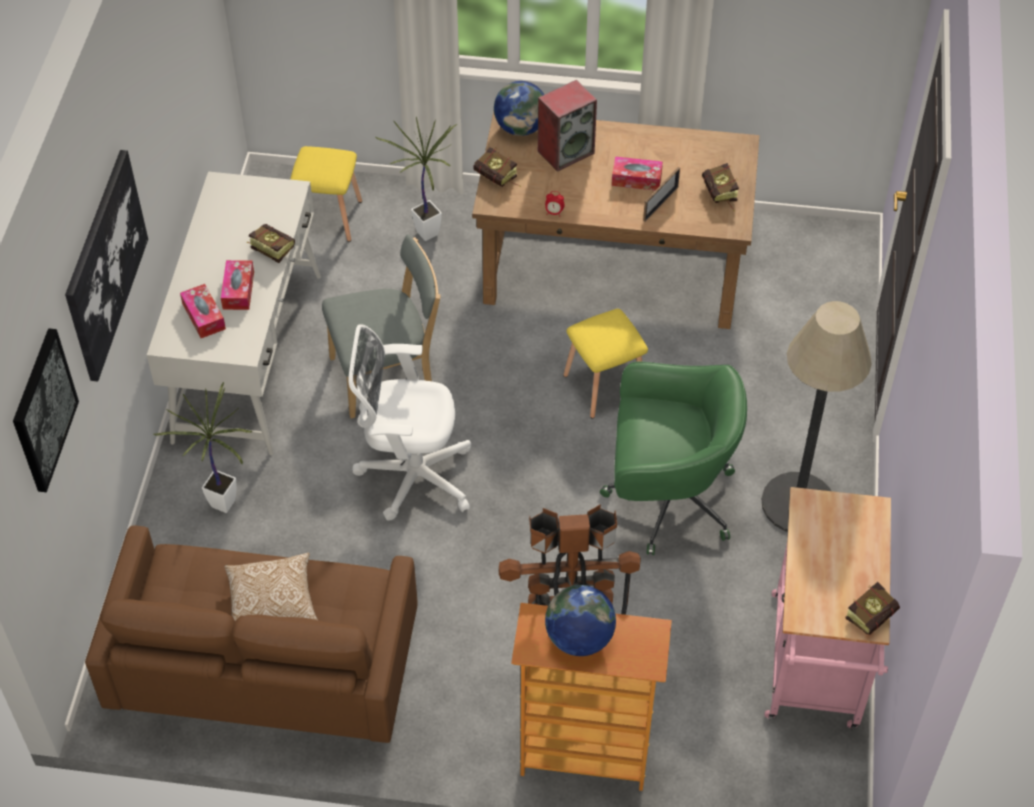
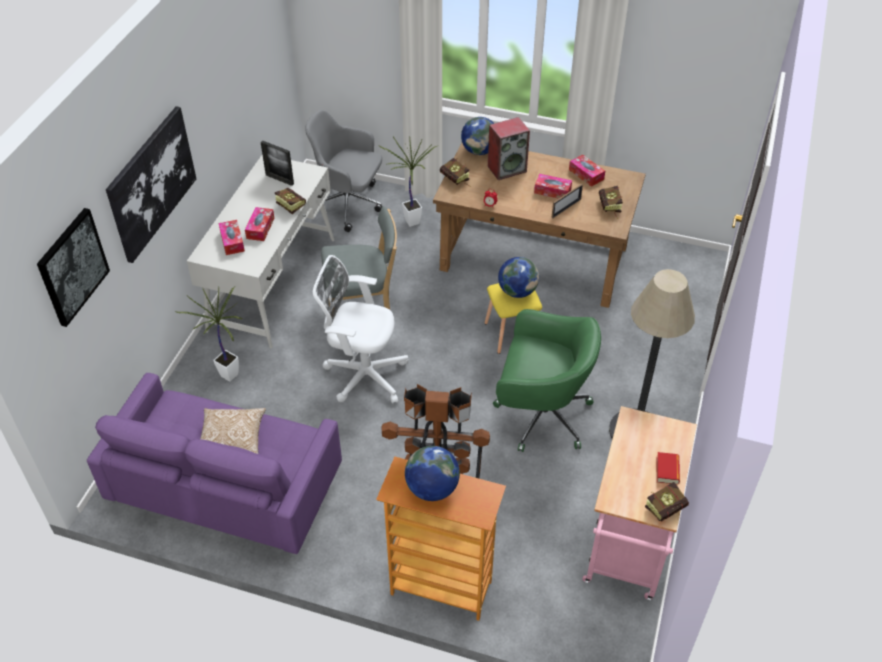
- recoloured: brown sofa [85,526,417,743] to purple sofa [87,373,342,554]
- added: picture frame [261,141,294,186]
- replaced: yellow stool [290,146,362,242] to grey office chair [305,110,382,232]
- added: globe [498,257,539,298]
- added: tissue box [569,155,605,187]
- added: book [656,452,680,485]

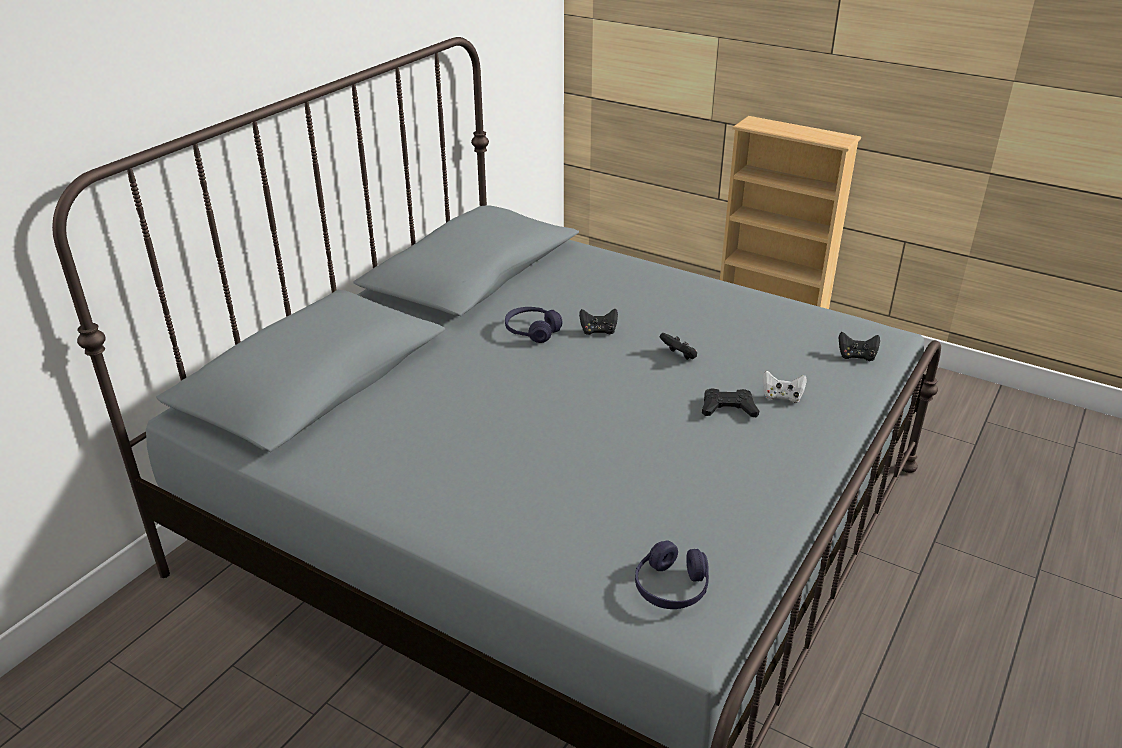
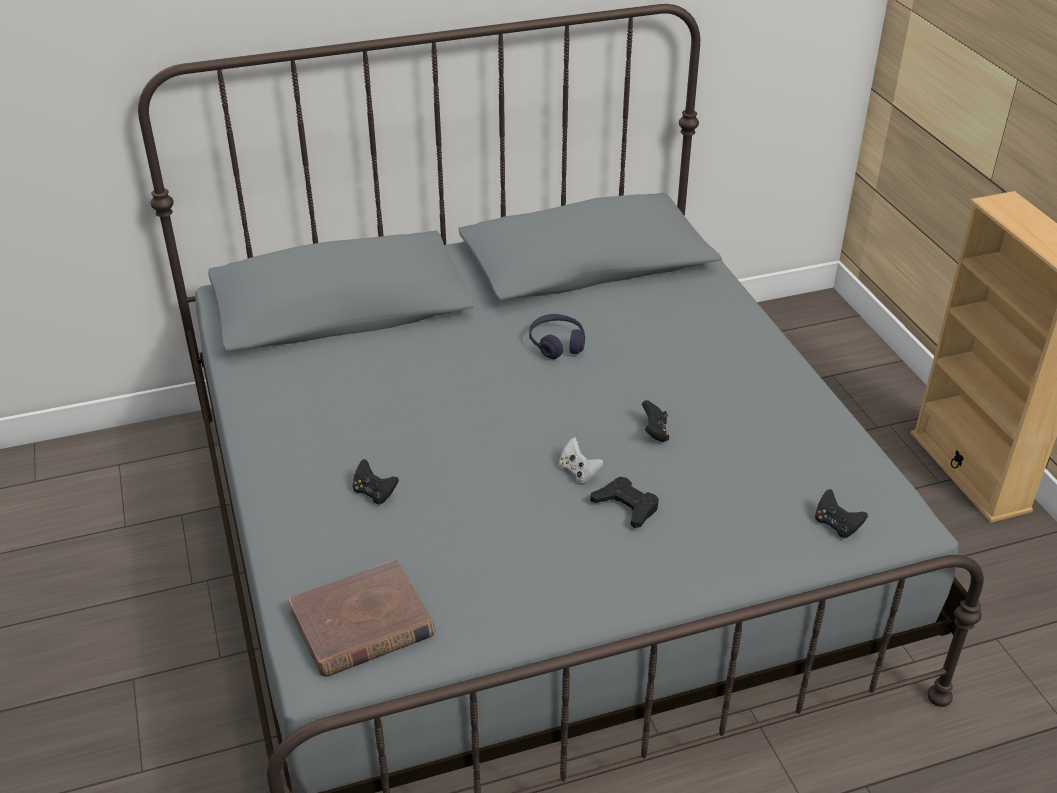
- replaced: purple headphones [635,541,709,609] to brown book [288,560,435,677]
- moved: black game controller [579,309,618,335] to [353,459,399,504]
- moved: white game controller [763,371,807,403] to [559,437,604,483]

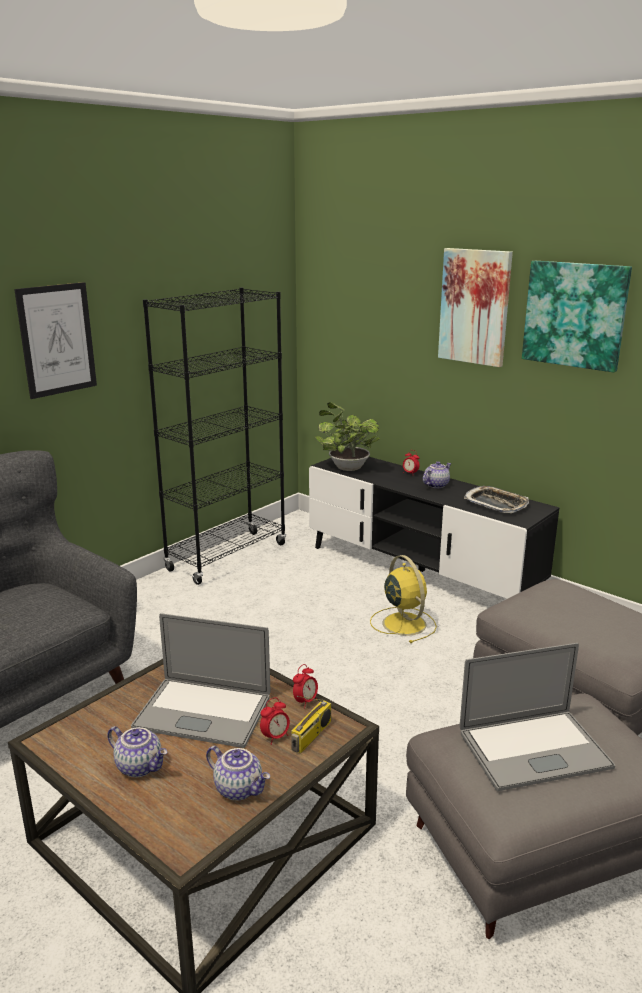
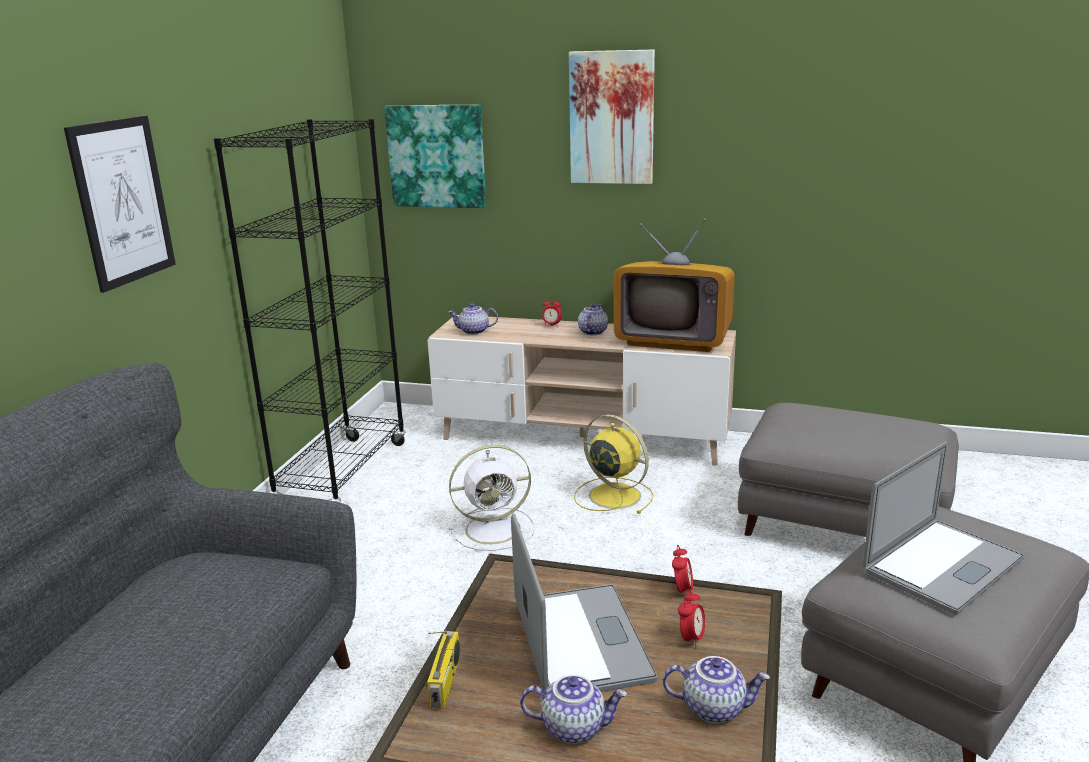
- moved: picture [522,261,632,372] to [384,105,486,208]
- moved: radio [291,696,331,753] to [427,630,460,708]
- recoloured: black tv stand [309,457,559,599] to beige tv stand [428,315,736,466]
- added: white fan [448,445,535,551]
- replaced: potted plant [315,402,380,471] to teapot [449,303,498,335]
- turned: laptop [131,613,270,748] = [511,513,658,692] 90 degrees counterclockwise
- replaced: tray [464,486,529,513] to television [614,218,735,352]

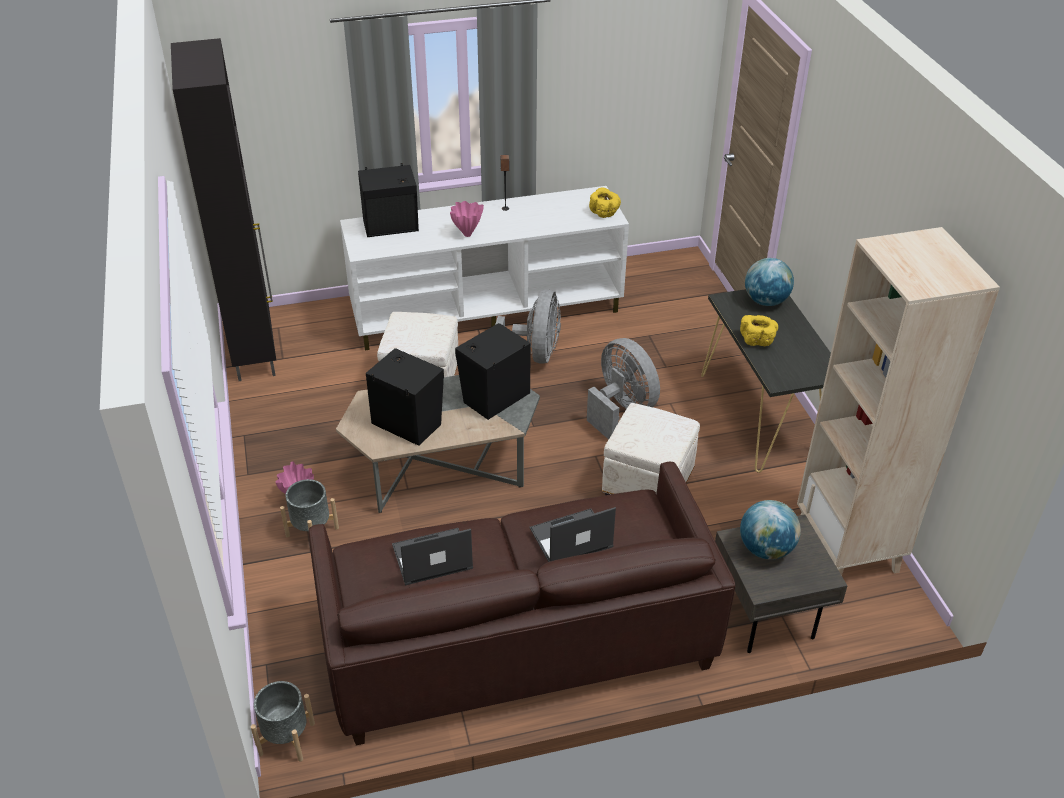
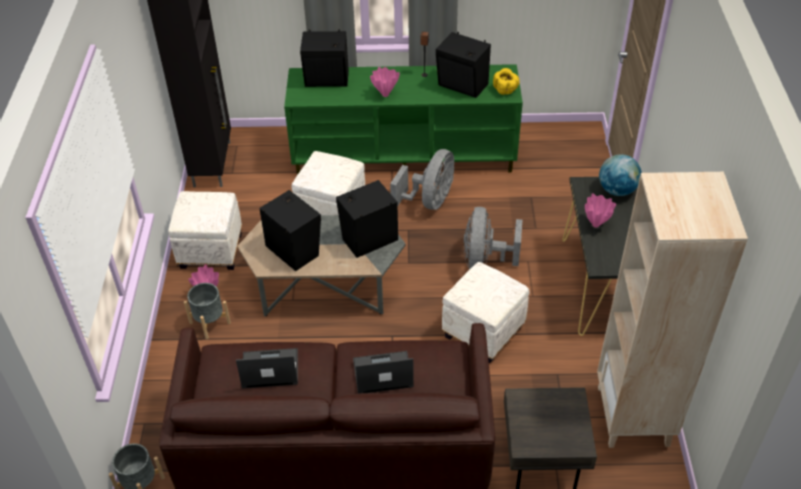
- added: white ottoman [168,191,242,270]
- recoloured: white tv stand [340,186,629,351] to green tv stand [284,64,523,175]
- added: black speaker [436,32,491,98]
- turned: grey fan [587,338,660,440] = [464,207,522,270] 150 degrees counterclockwise
- replaced: yellow bowl [740,315,778,346] to pink vase [585,193,616,228]
- removed: globe [740,500,801,559]

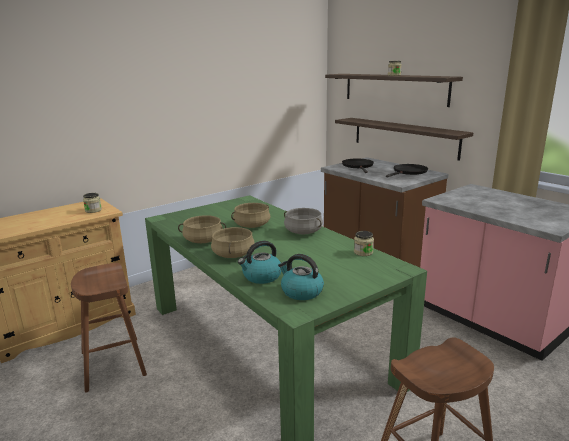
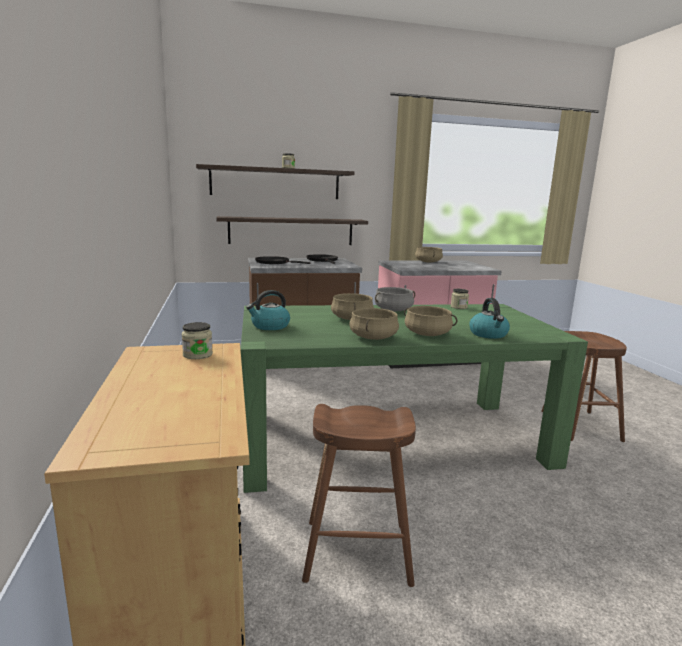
- moved: kettle [278,254,324,300] to [246,290,290,330]
- added: beige cooking pot [415,247,443,263]

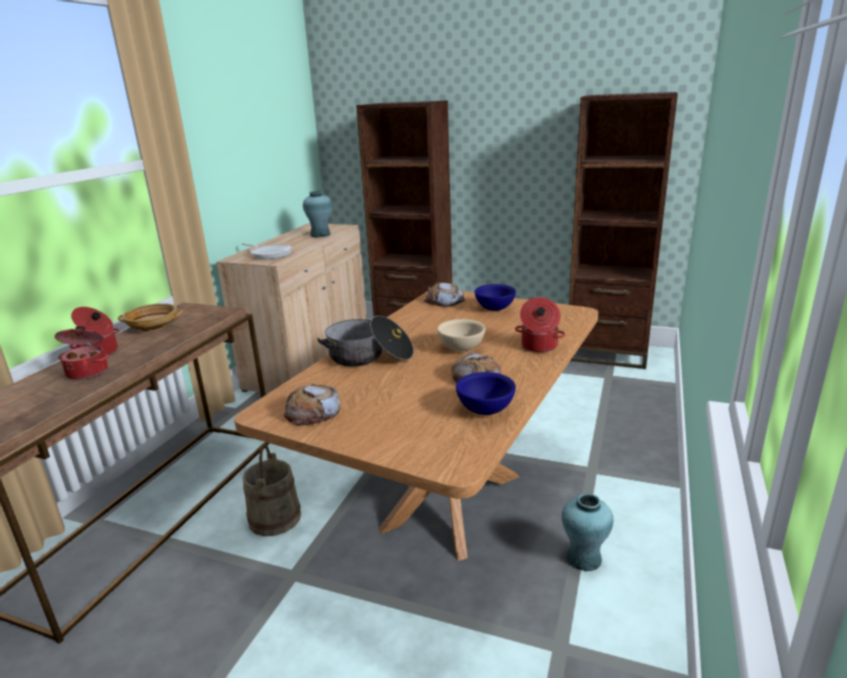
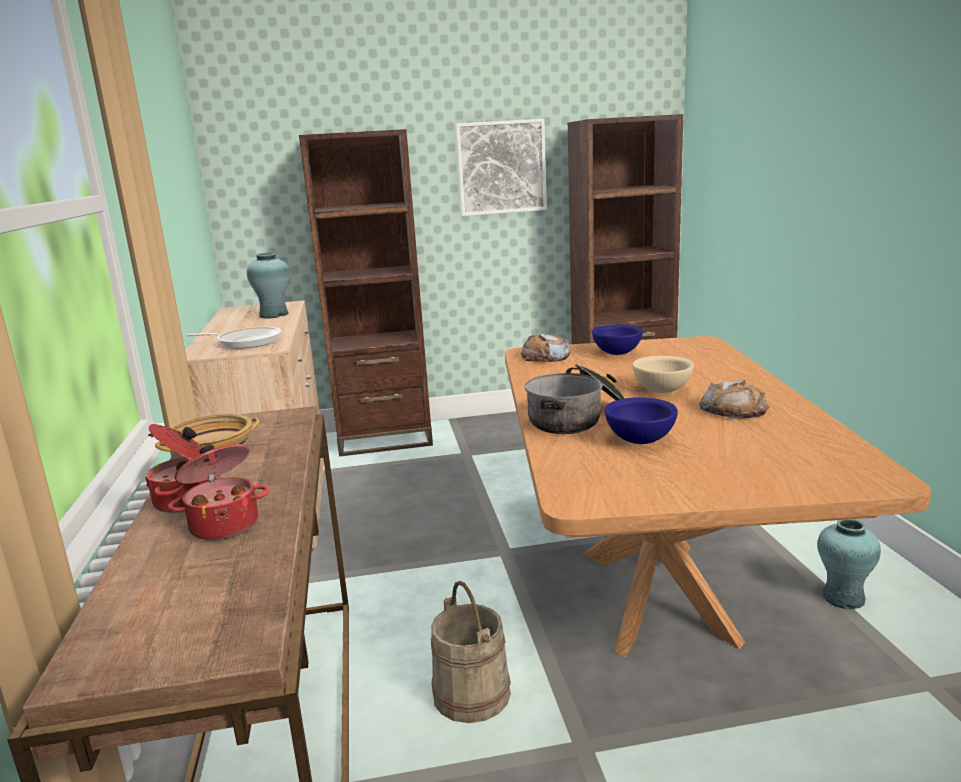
- added: picture [455,119,547,216]
- moved: blue bowl [456,372,516,415] to [605,397,678,444]
- removed: bread [284,384,340,426]
- removed: cooking pot [515,297,565,353]

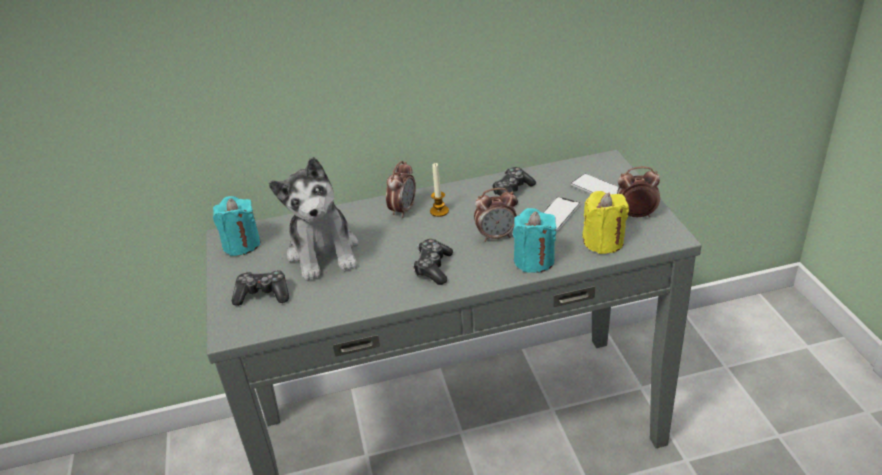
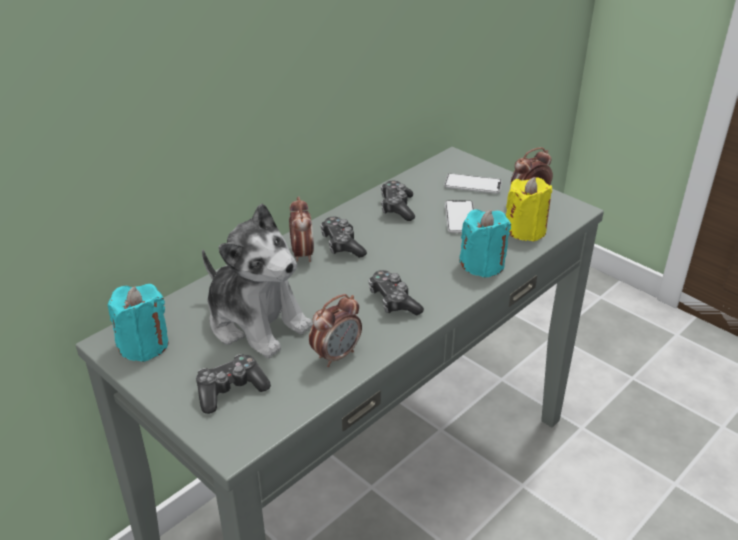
- moved: alarm clock [474,188,517,242] to [309,294,362,367]
- replaced: candle [430,163,449,217] to game controller [320,217,367,258]

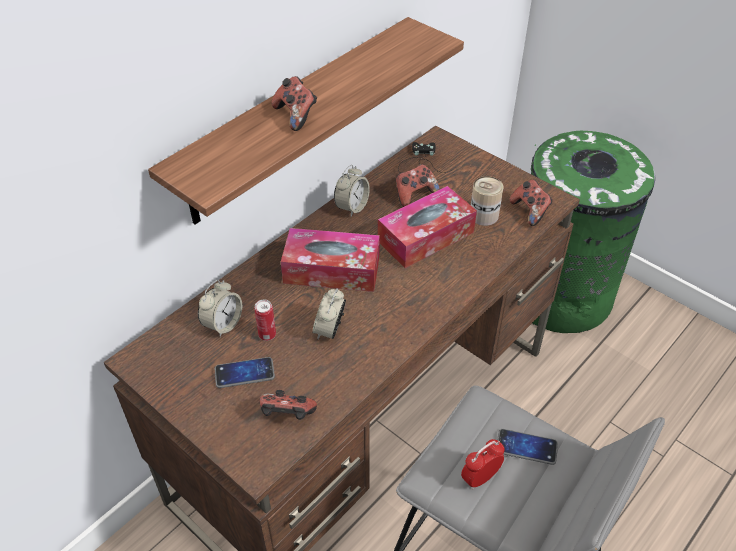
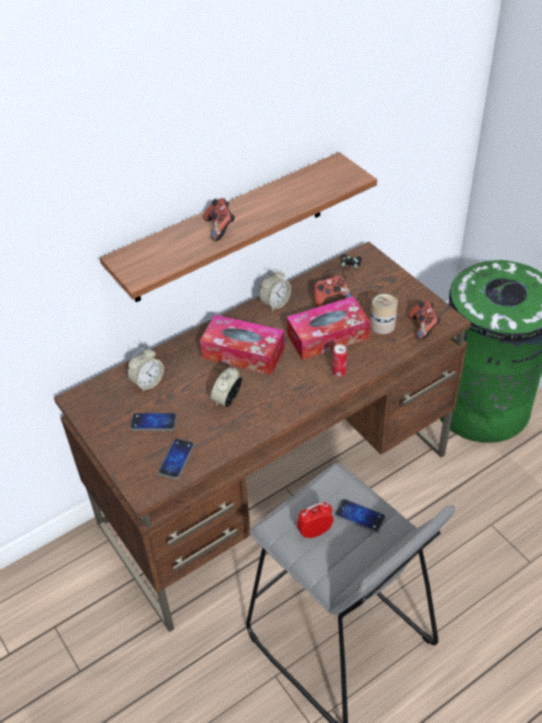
- replaced: game controller [259,390,317,420] to phone [158,438,195,479]
- moved: can [254,299,276,341] to [333,344,347,377]

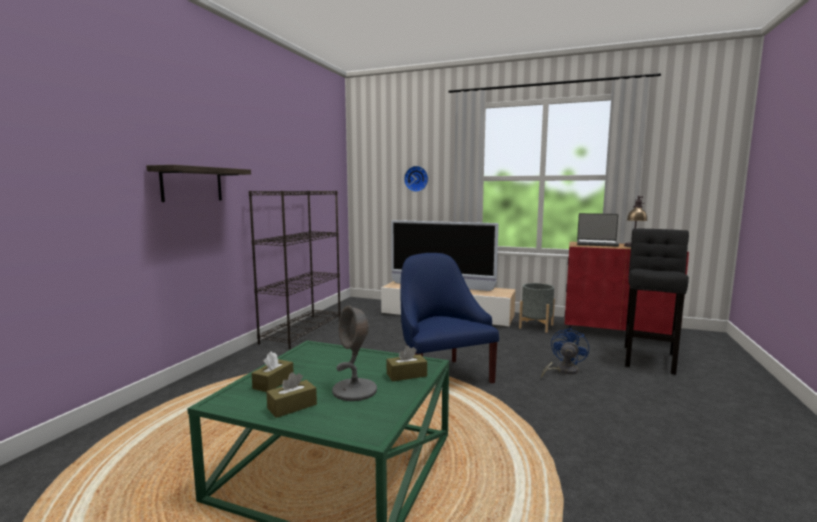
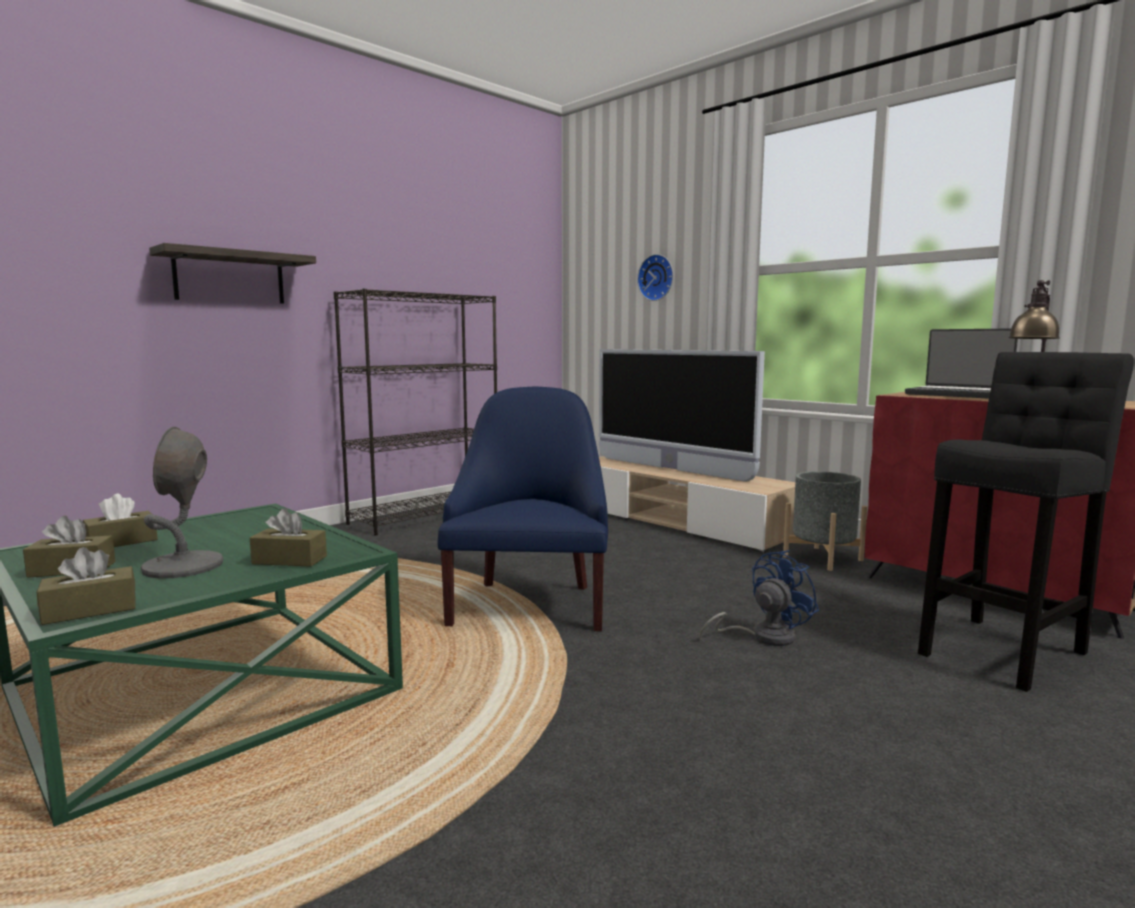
- added: brown tissue box [37,547,136,625]

